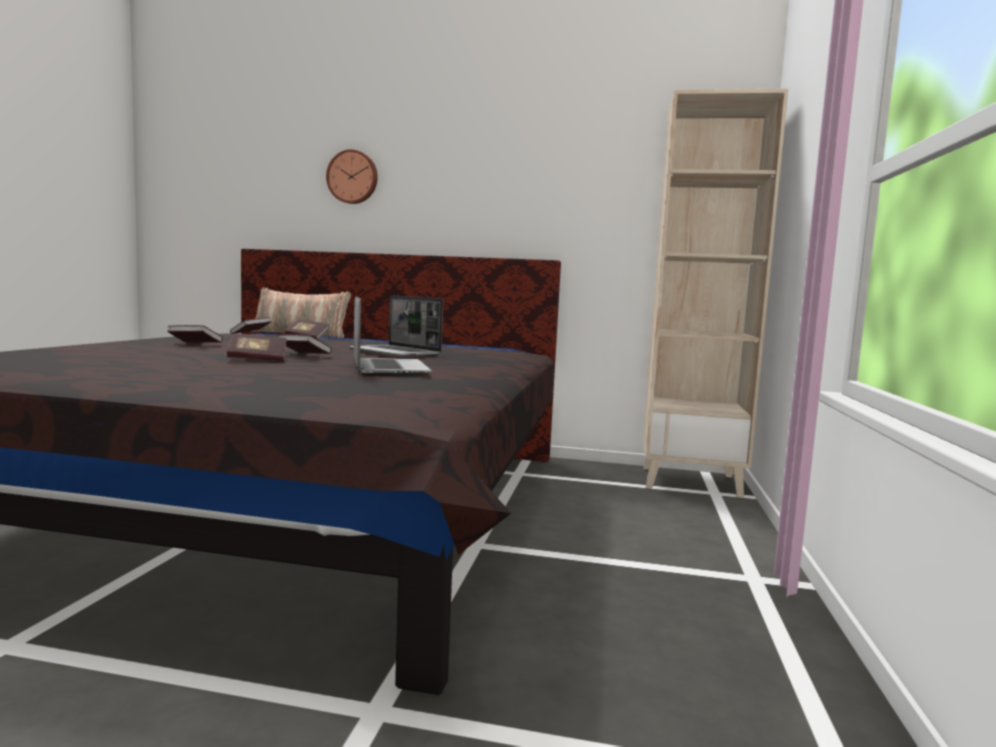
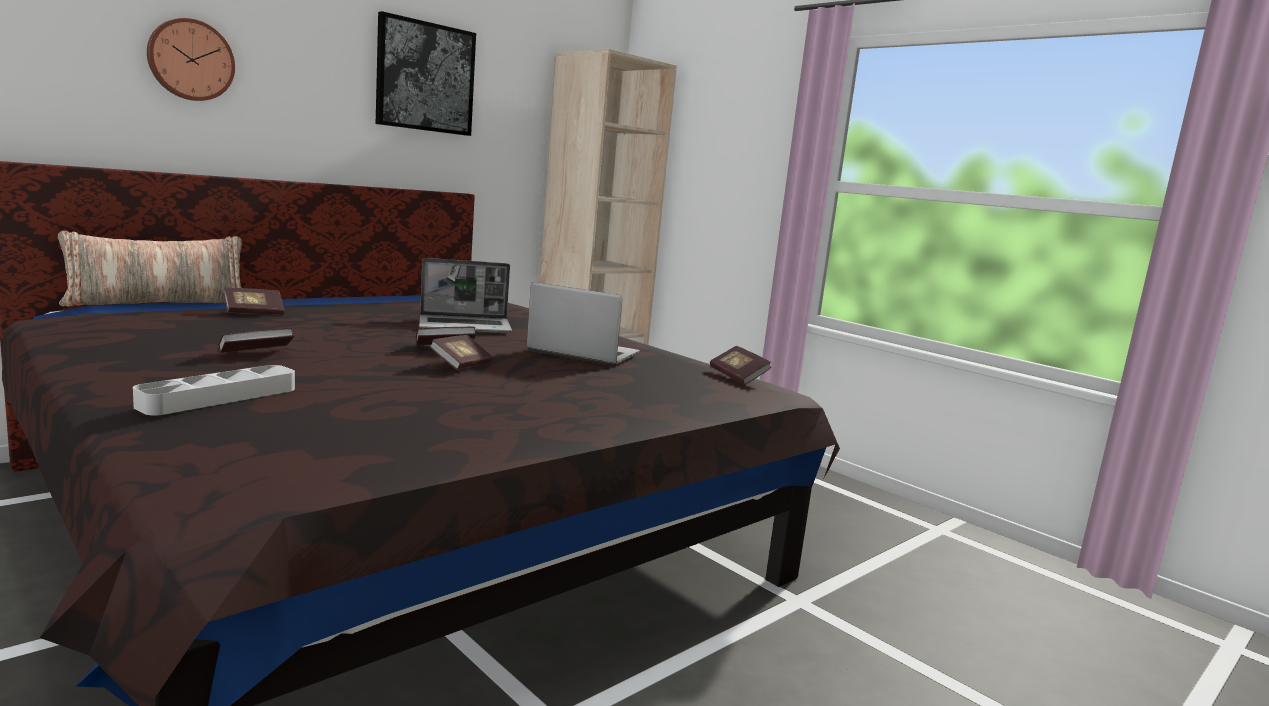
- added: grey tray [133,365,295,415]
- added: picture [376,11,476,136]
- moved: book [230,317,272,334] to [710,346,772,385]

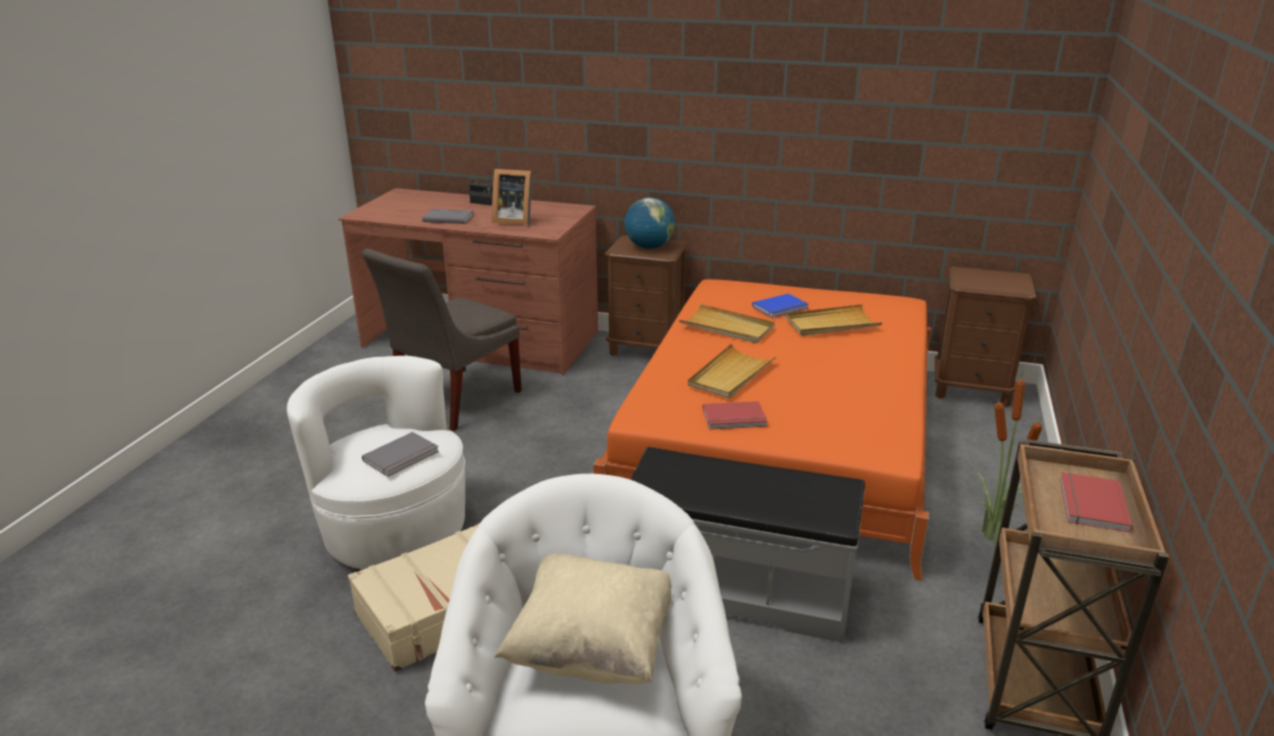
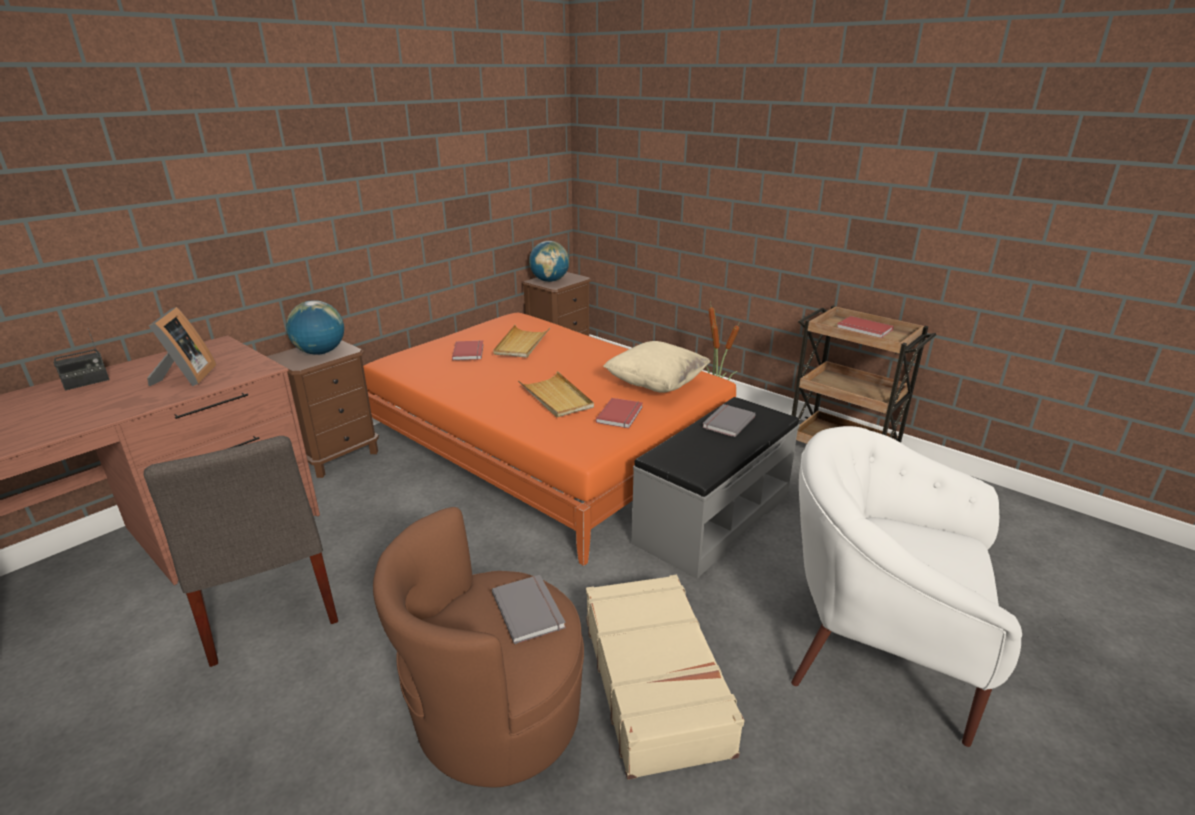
- turned: picture frame [492,169,532,225] = [147,307,216,386] 45 degrees counterclockwise
- recoloured: white armchair [287,356,465,569] to brown armchair [373,507,584,787]
- recoloured: blue book [752,294,808,318] to red book [452,340,484,360]
- added: globe [529,241,569,282]
- moved: beige pillow [494,553,671,684] to [603,341,711,393]
- moved: grey book [422,209,474,224] to [702,404,755,437]
- removed: beige tray [679,304,775,343]

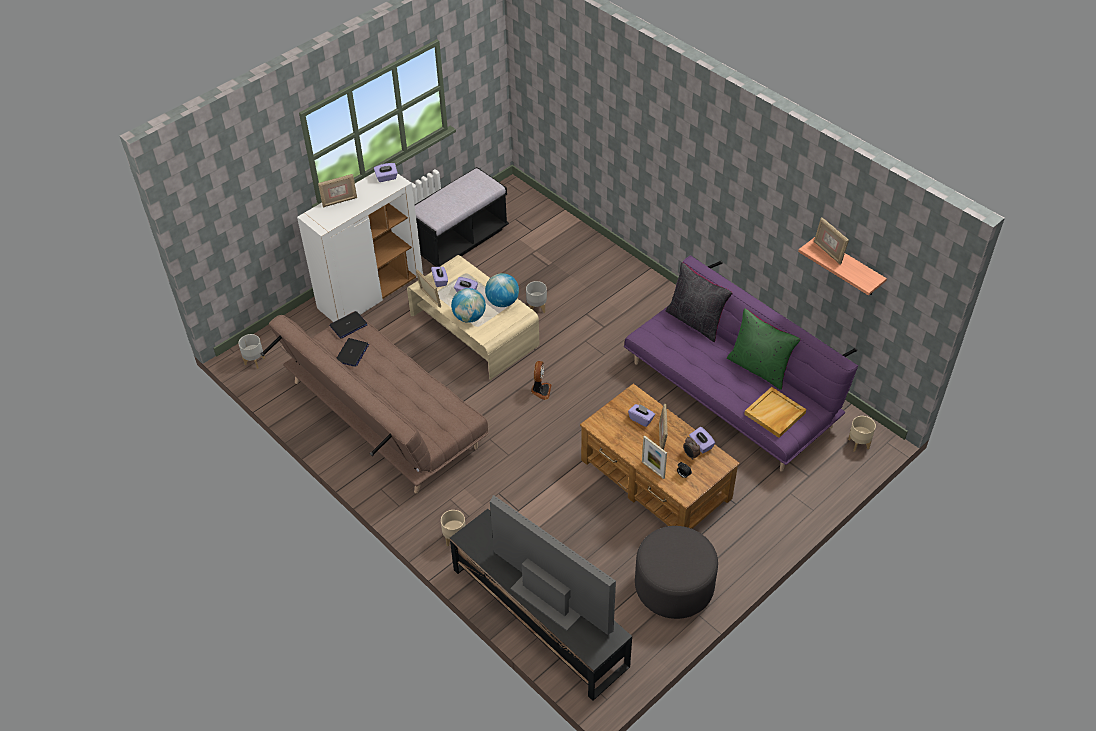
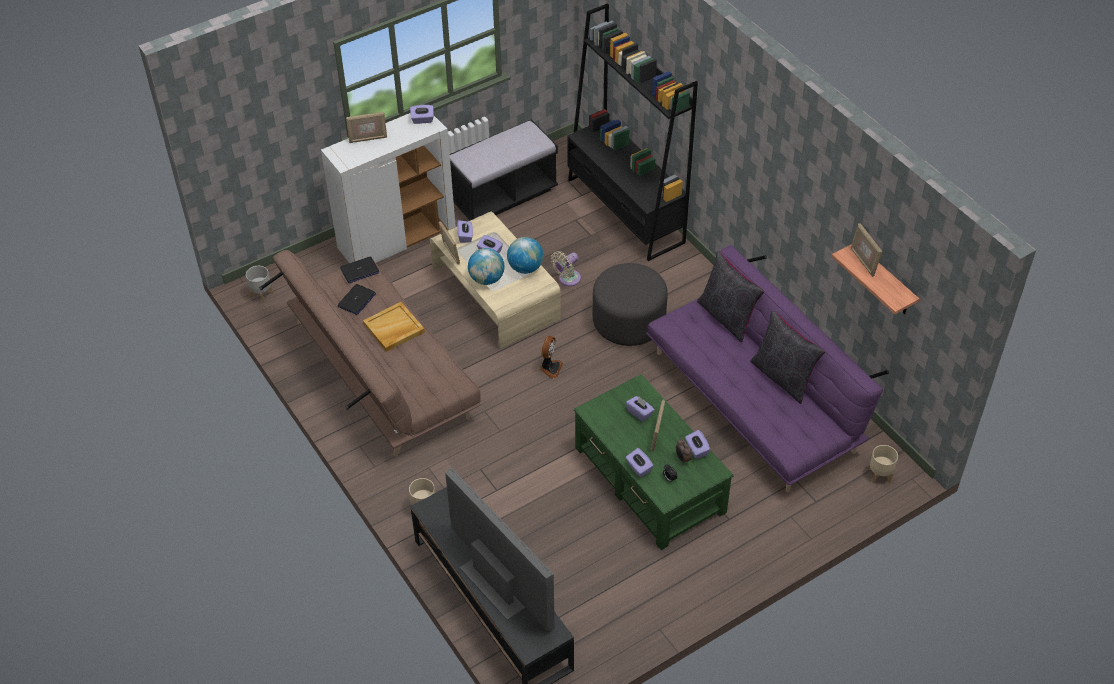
- moved: beige tray [744,387,807,438] to [363,302,425,352]
- replaced: grey planter [526,281,547,313] to beige fan [551,251,581,286]
- added: black bookcase [567,3,698,261]
- recoloured: brown coffee table [580,384,740,529] to green coffee table [574,374,734,550]
- moved: grey ottoman [635,526,718,619] to [593,263,668,346]
- replaced: picture frame [642,436,667,479] to purple tissue box [626,448,654,477]
- recoloured: green pillow [727,308,801,390] to black pillow [750,310,825,404]

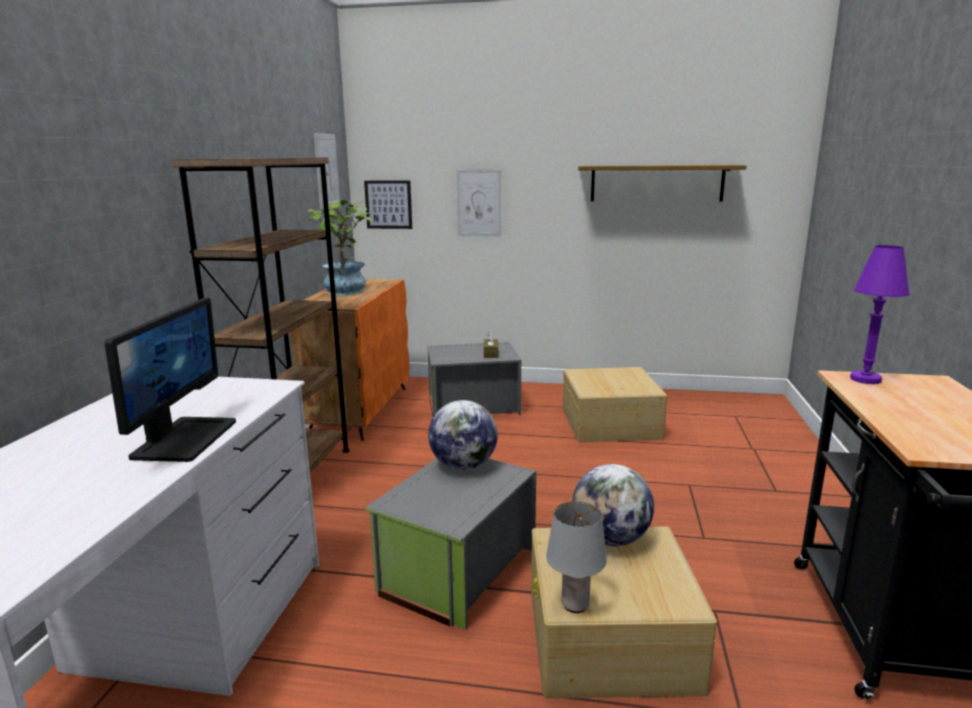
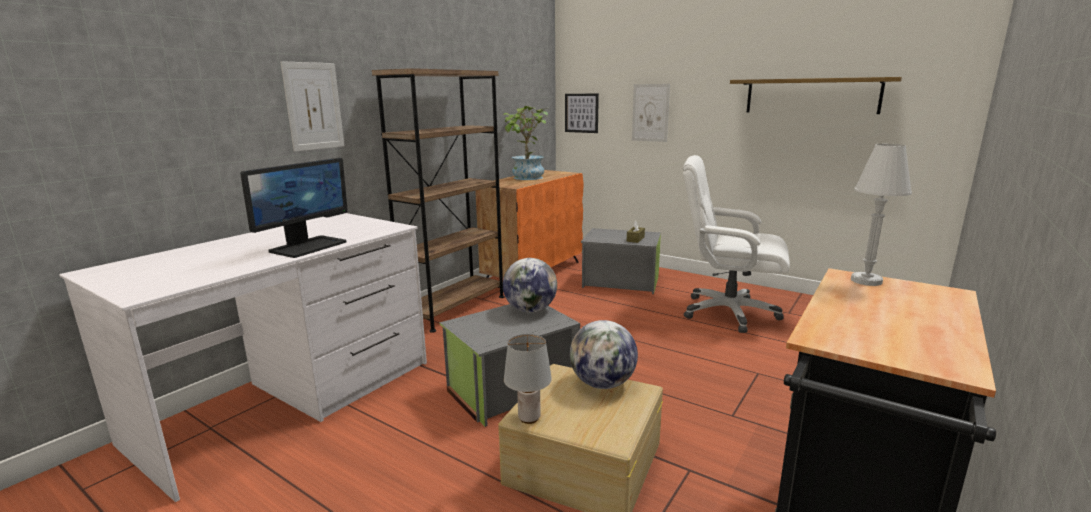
- moved: picture [314,133,340,210] to [281,61,344,152]
- replaced: beige storage box [563,367,667,442] to white office chair [683,155,790,333]
- recoloured: purple table lamp [850,245,910,384] to white table lamp [851,144,912,286]

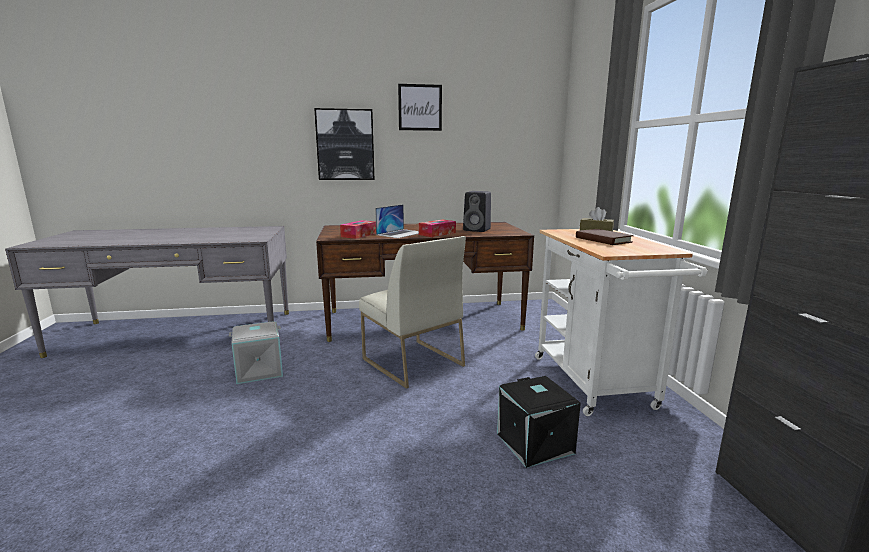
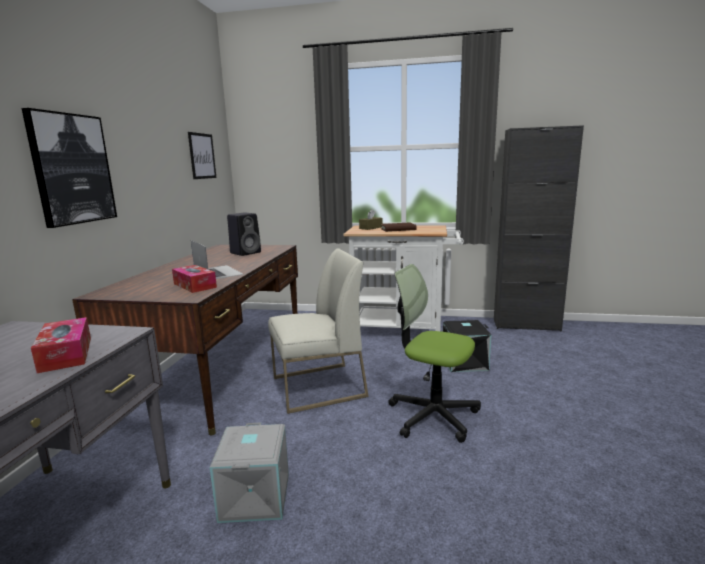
- moved: tissue box [419,220,456,237] to [31,317,91,373]
- moved: picture [398,84,442,131] to [188,132,216,179]
- added: office chair [388,264,481,443]

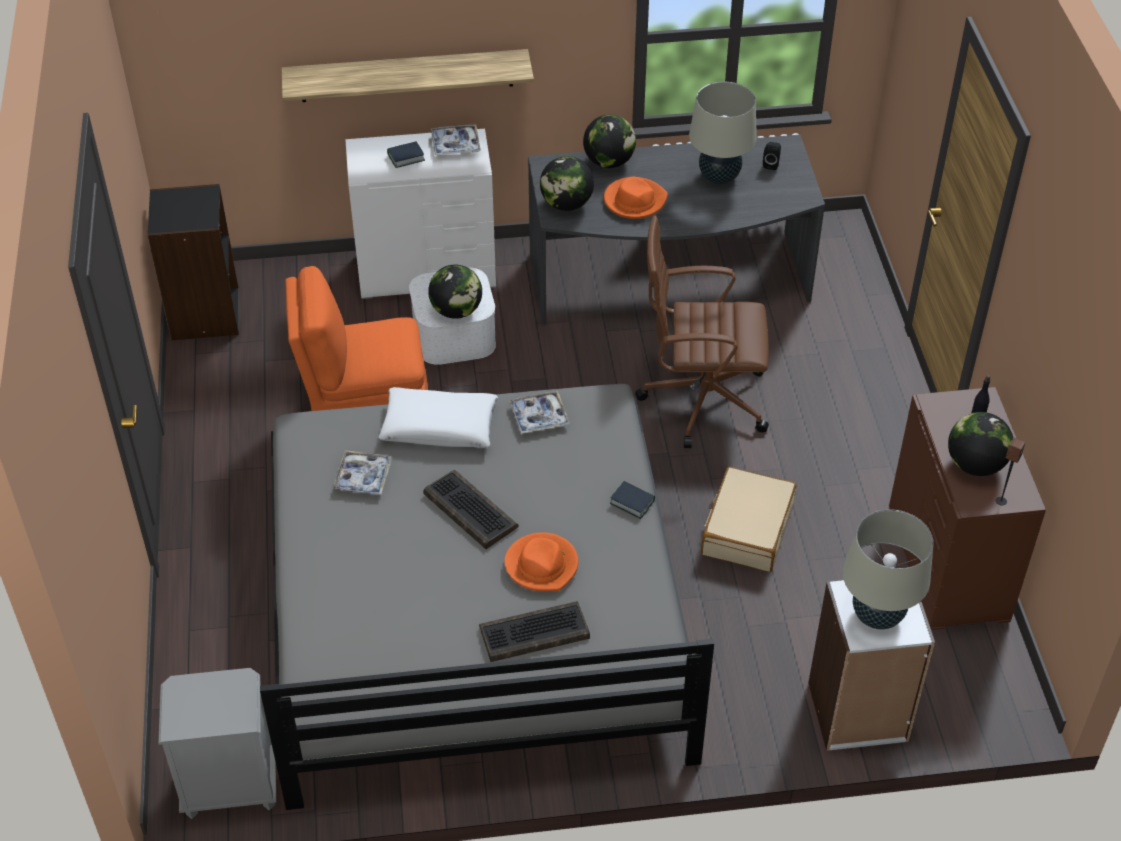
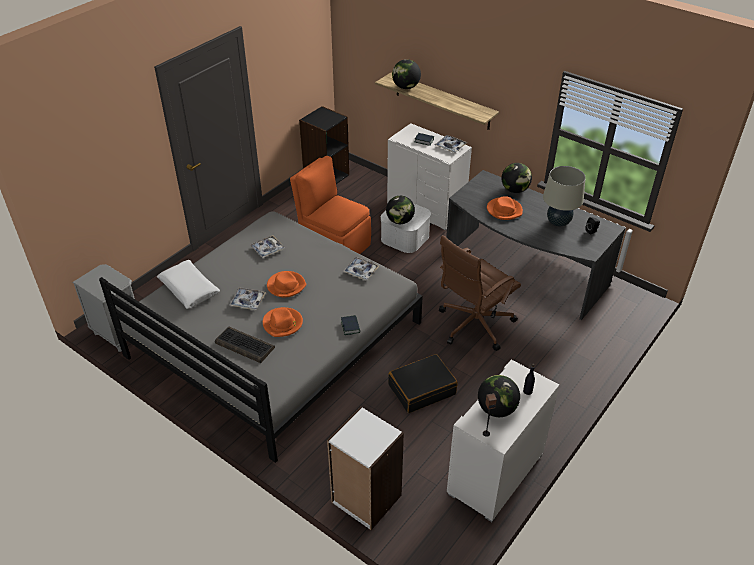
- moved: white pillow [379,387,498,448] to [157,260,220,309]
- added: tray [229,287,266,310]
- replaced: keyboard [423,470,519,549] to orange hat [267,271,306,297]
- recoloured: beige suitcase [701,467,797,572] to black suitcase [388,354,458,413]
- moved: globe [540,156,594,211] to [392,59,421,89]
- turned: brown office chair [635,215,769,448] = [439,235,521,351] 90 degrees counterclockwise
- recoloured: brown dresser [889,387,1046,630] to white dresser [447,360,559,522]
- removed: beige table lamp [843,509,933,629]

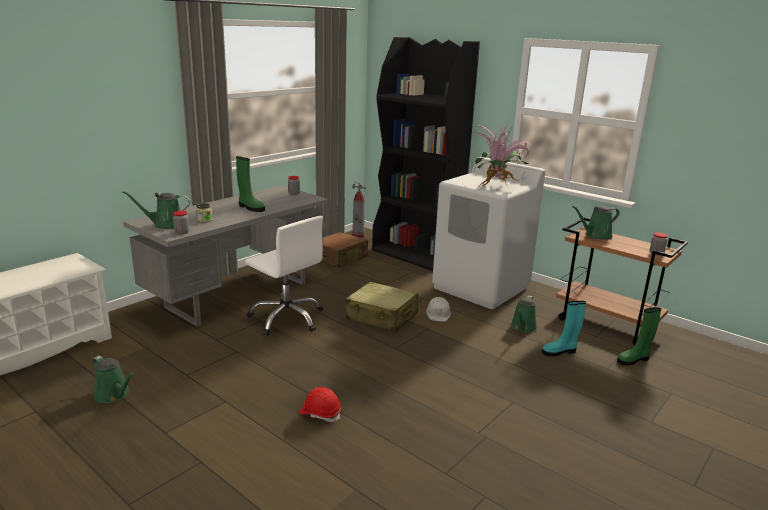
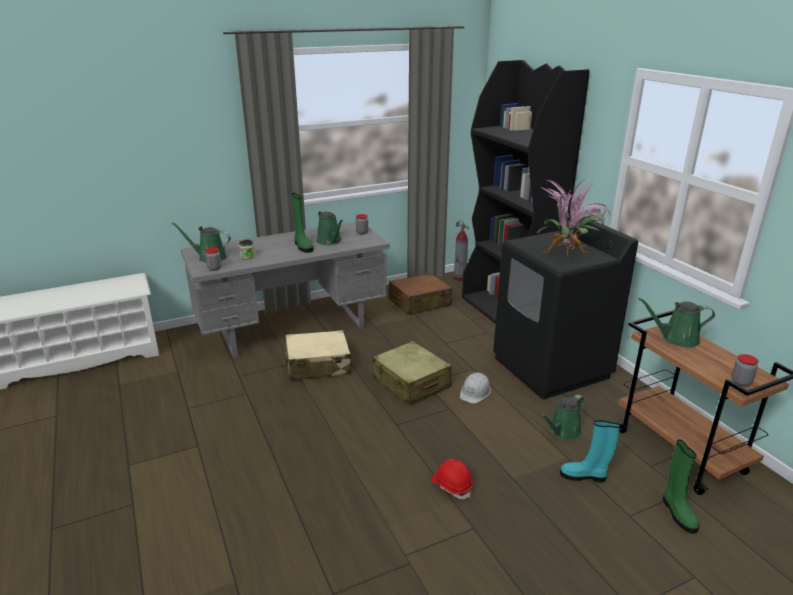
- replaced: white office chair [245,216,323,336] to beige suitcase [282,330,351,380]
- moved: green watering can [92,356,134,403] to [316,210,343,245]
- moved: red hard hat [299,387,341,422] to [431,459,474,499]
- recoloured: white washing machine [432,157,545,309] to black washing machine [493,213,638,399]
- turned: green boot [617,307,661,366] = [663,439,700,534] 105 degrees counterclockwise

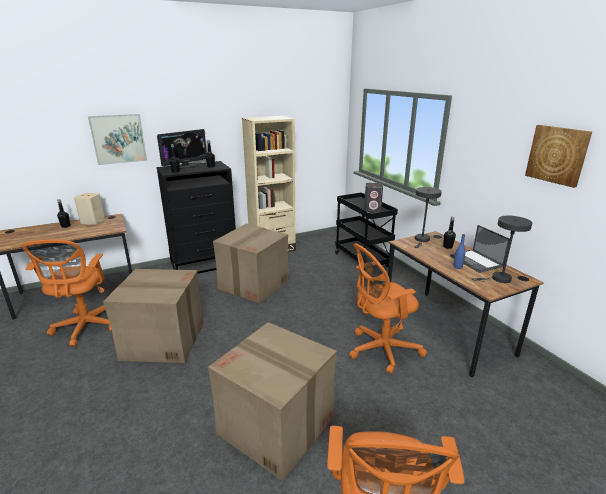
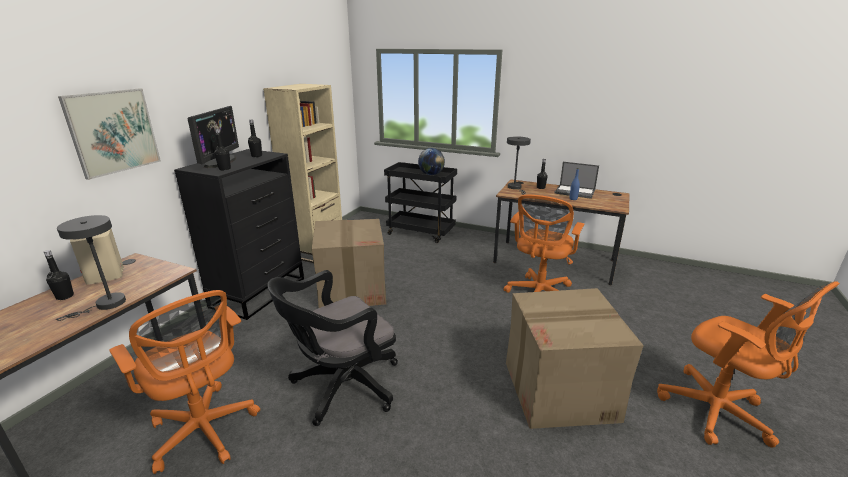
- moved: grey table lamp [472,216,532,283] to [56,215,126,321]
- replaced: cardboard box [103,269,204,363] to black office chair [267,270,398,426]
- replaced: grey speaker [364,183,383,212] to globe [418,148,445,175]
- removed: picture [525,125,592,188]

